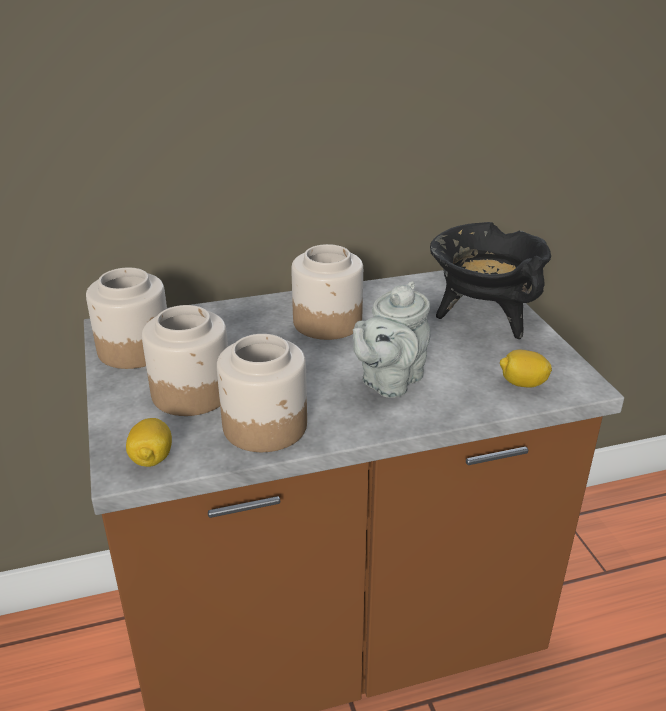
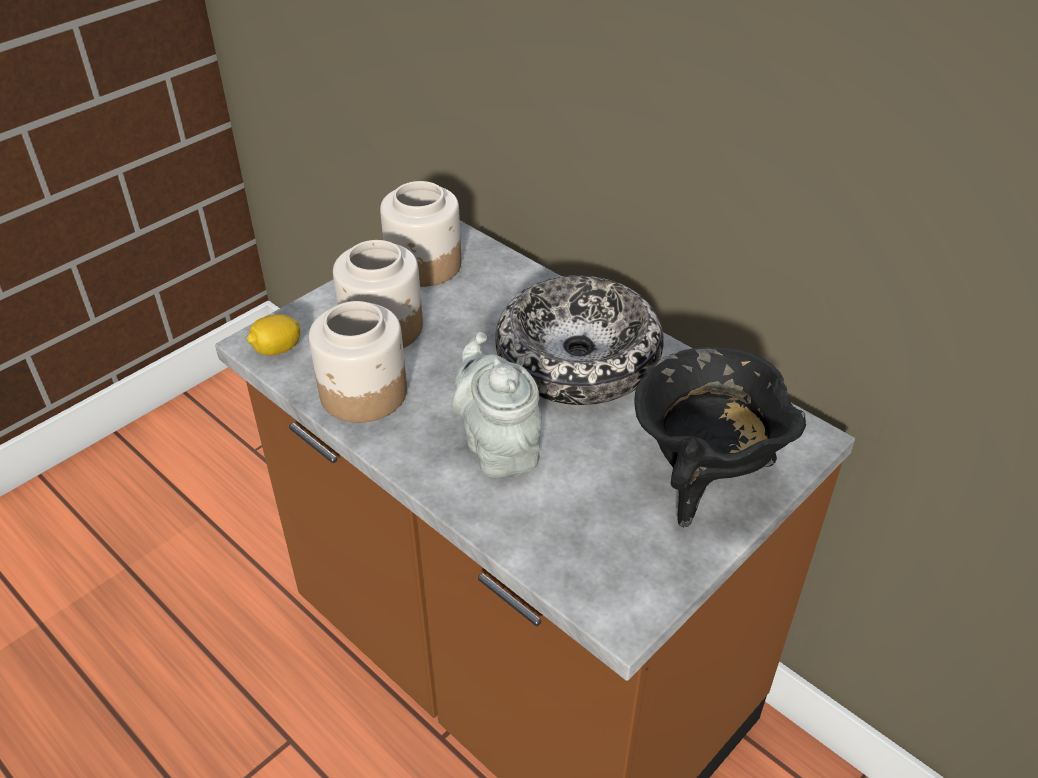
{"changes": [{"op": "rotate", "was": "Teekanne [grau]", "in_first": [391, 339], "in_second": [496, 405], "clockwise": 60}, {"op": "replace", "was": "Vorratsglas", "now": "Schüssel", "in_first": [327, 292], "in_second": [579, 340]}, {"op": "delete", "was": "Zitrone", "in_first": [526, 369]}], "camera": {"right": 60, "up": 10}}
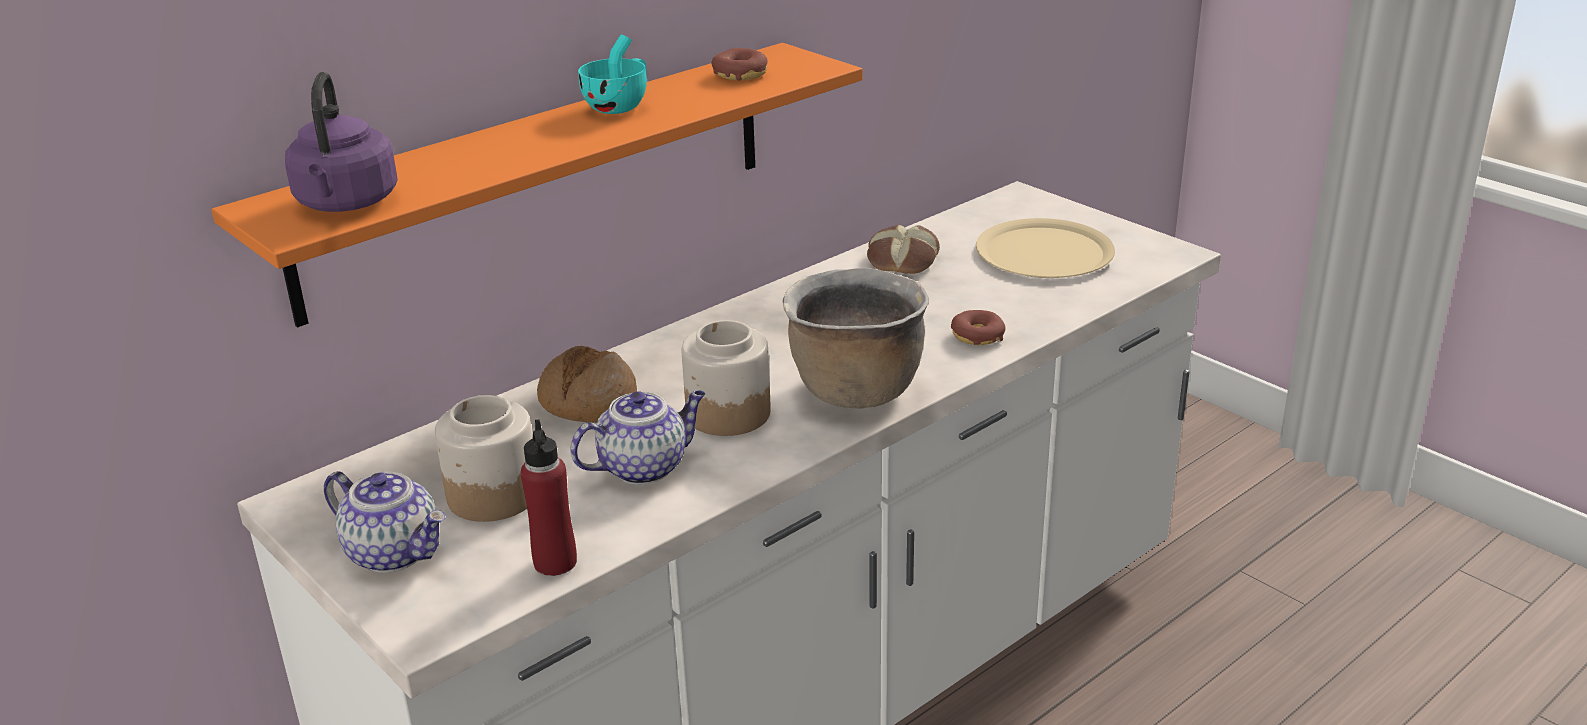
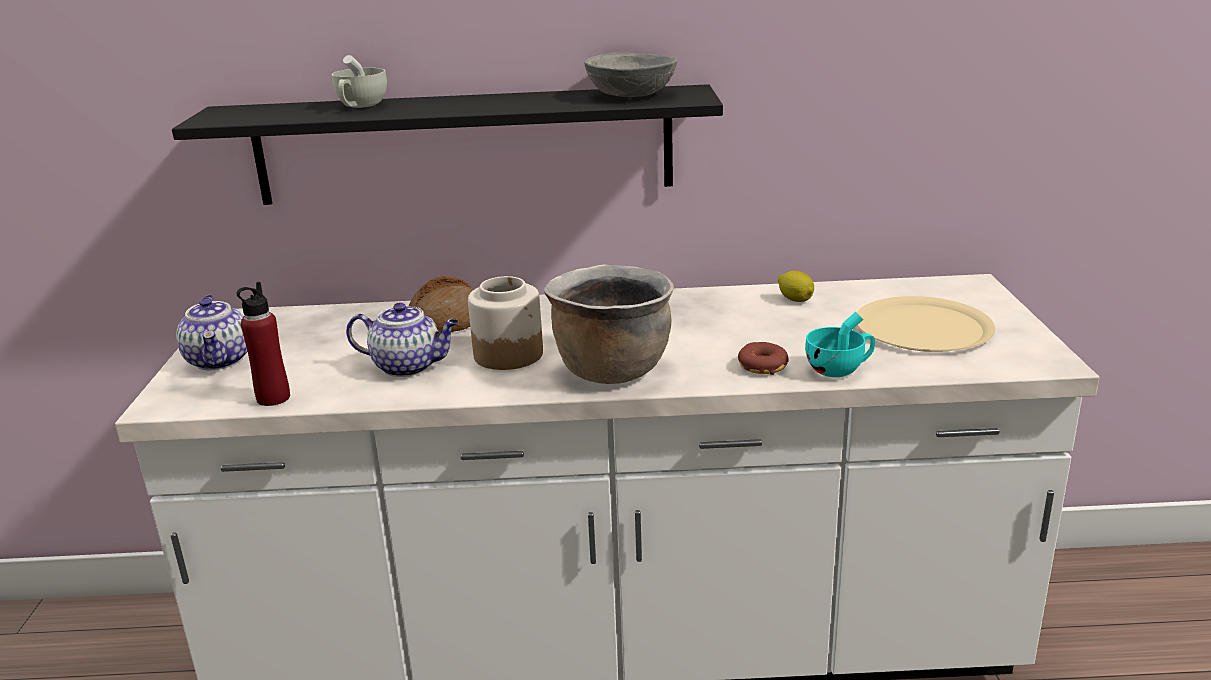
{"changes": [{"op": "recolor", "was": "Wandregal [orange]", "now": "Wandregal [schwarz]", "in_first": [537, 185], "in_second": [447, 144]}, {"op": "insert", "now": "Tasse [weiß]", "in_second": [359, 81]}, {"op": "replace", "was": "Donut", "now": "Schüssel [grau]", "in_first": [740, 64], "in_second": [631, 75]}, {"op": "replace", "was": "Brot", "now": "Zitrone", "in_first": [903, 249], "in_second": [796, 286]}, {"op": "move", "was": "Tasse [türkis]", "in_first": [612, 74], "in_second": [840, 344]}, {"op": "delete", "was": "Wasserkessel [lila]", "in_first": [341, 142]}, {"op": "delete", "was": "Vorratsglas", "in_first": [484, 458]}], "camera": {"right": 40, "up": -5}}
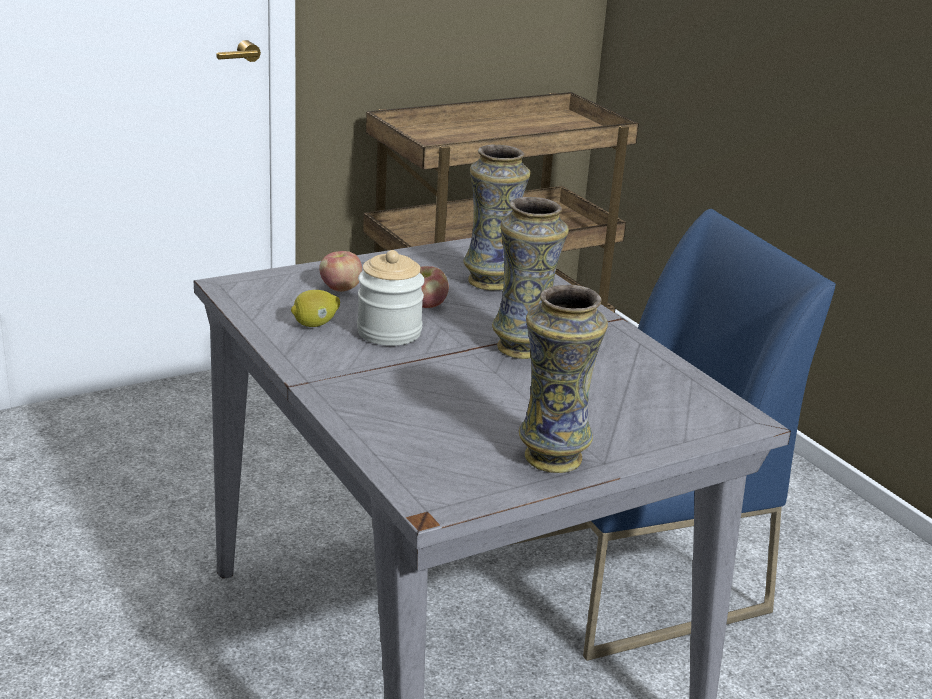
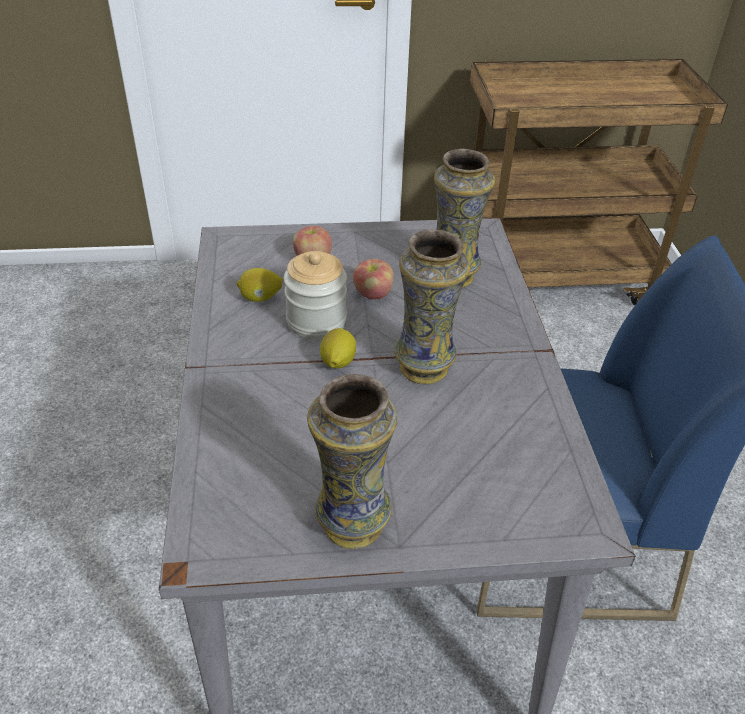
{"changes": [{"op": "insert", "now": "Zitrone", "in_second": [338, 348]}], "camera": {"right": 25, "up": 15}}
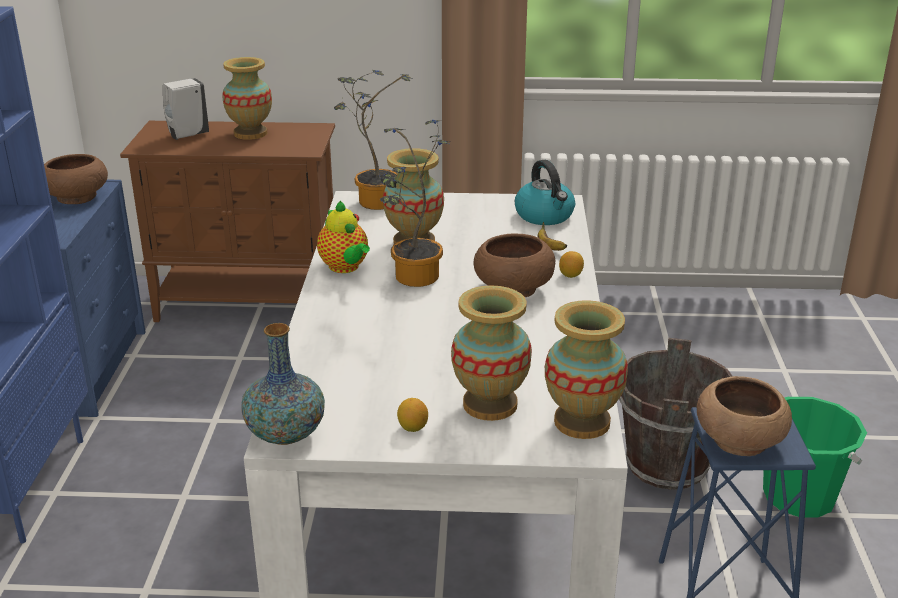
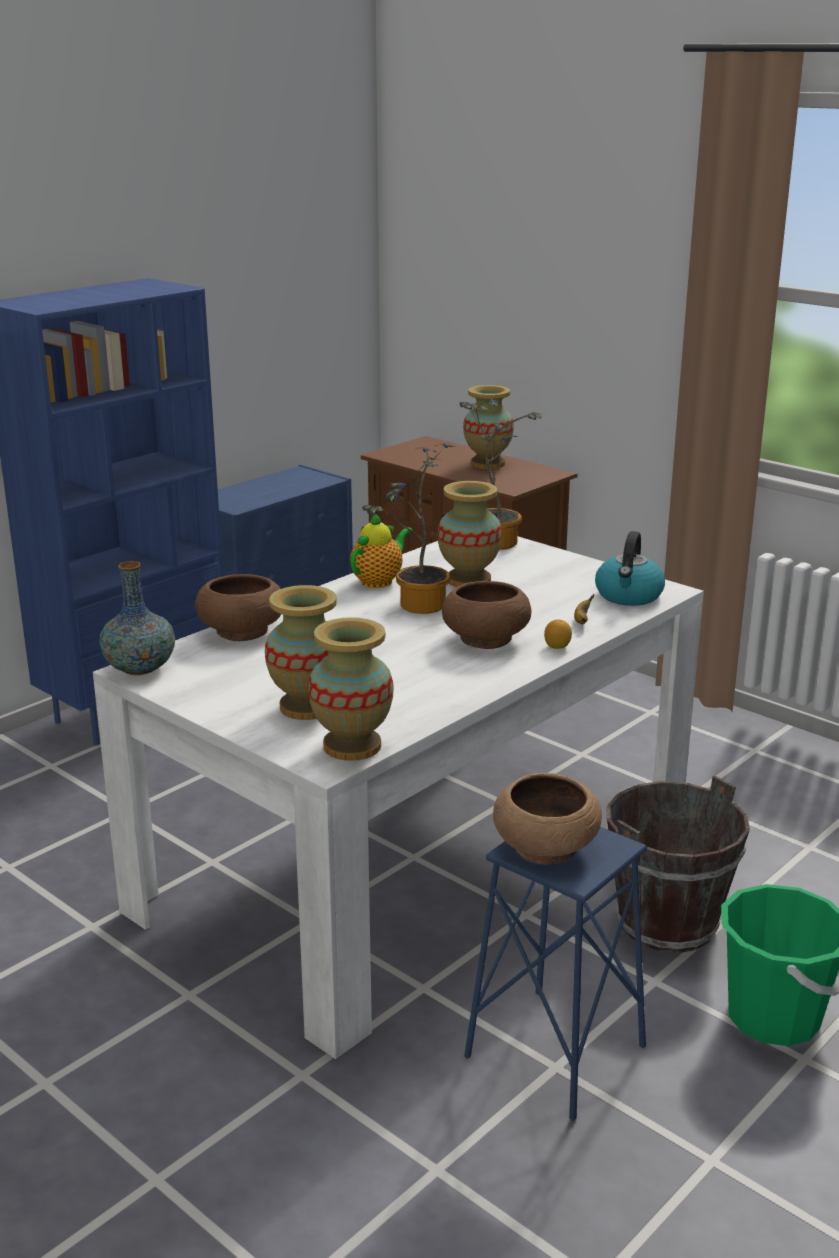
{"changes": [{"op": "move", "was": "Schüssel [braun]", "in_first": [76, 179], "in_second": [238, 607]}, {"op": "rotate", "was": "Teekanne", "in_first": [343, 237], "in_second": [381, 551], "clockwise": -150}, {"op": "delete", "was": "Seifenspender [weiß]", "in_first": [186, 109]}, {"op": "delete", "was": "Zitrone", "in_first": [412, 415]}], "camera": {"right": 40, "up": -5}}
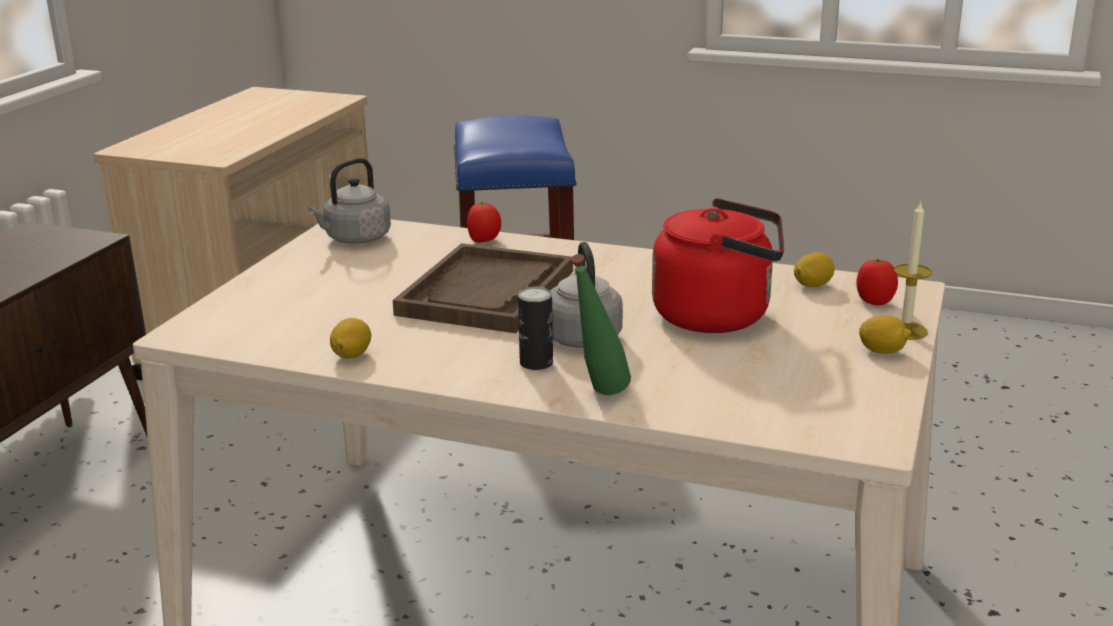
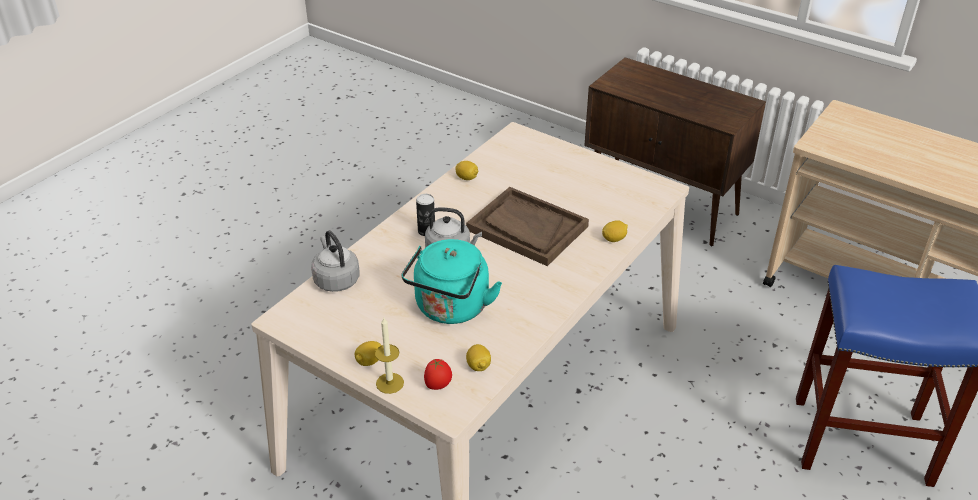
{"changes": [{"op": "move", "was": "Wasserkessel [grau]", "in_first": [349, 201], "in_second": [335, 261]}, {"op": "recolor", "was": "Wasserkessel [rot]", "now": "Wasserkessel [türkis]", "in_first": [718, 265], "in_second": [452, 281]}, {"op": "replace", "was": "Tomate", "now": "Zitrone", "in_first": [484, 222], "in_second": [615, 231]}, {"op": "delete", "was": "Flasche [grün]", "in_first": [601, 324]}], "camera": {"right": 105, "up": 15}}
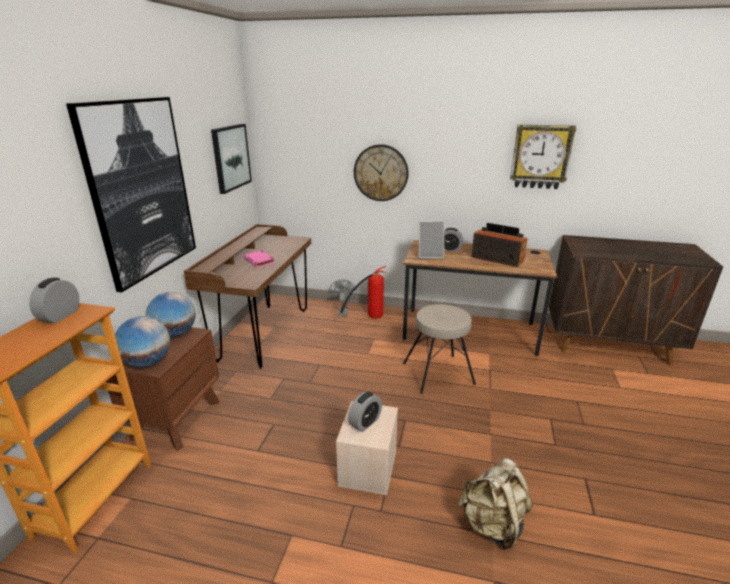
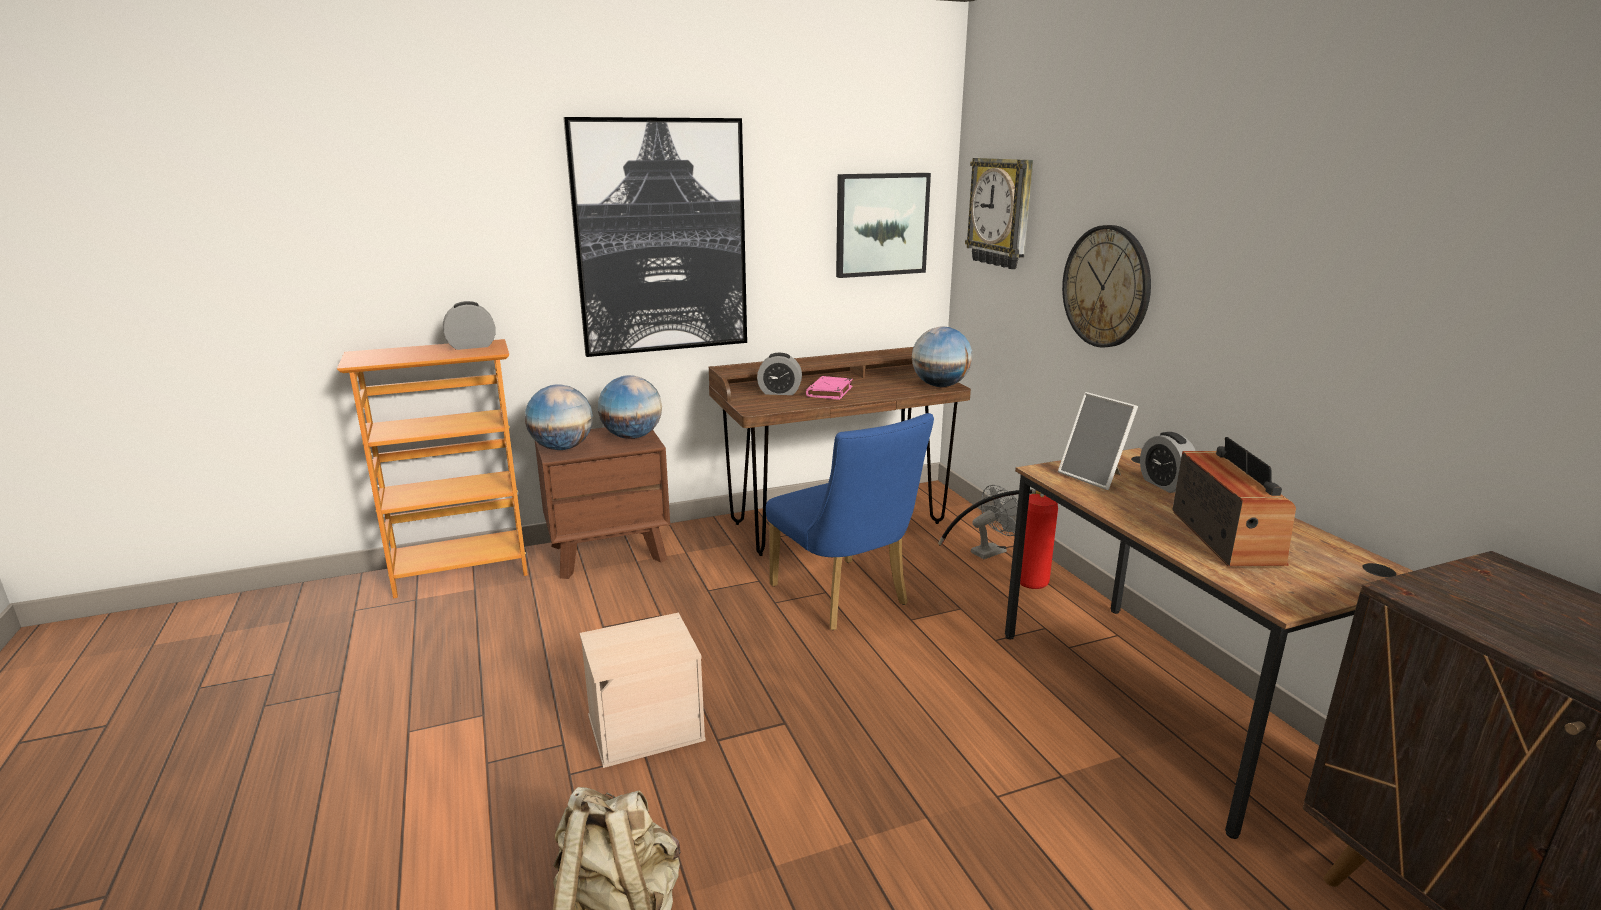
{"changes": [{"op": "move", "was": "Wecker", "in_first": [365, 412], "in_second": [779, 374]}, {"op": "insert", "now": "Stuhl [blau]", "in_second": [850, 521]}, {"op": "insert", "now": "Globus", "in_second": [942, 357]}, {"op": "move", "was": "Wanduhr", "in_first": [543, 156], "in_second": [999, 213]}, {"op": "delete", "was": "Hocker [beige]", "in_first": [439, 349]}], "camera": {"right": 55, "up": -5}}
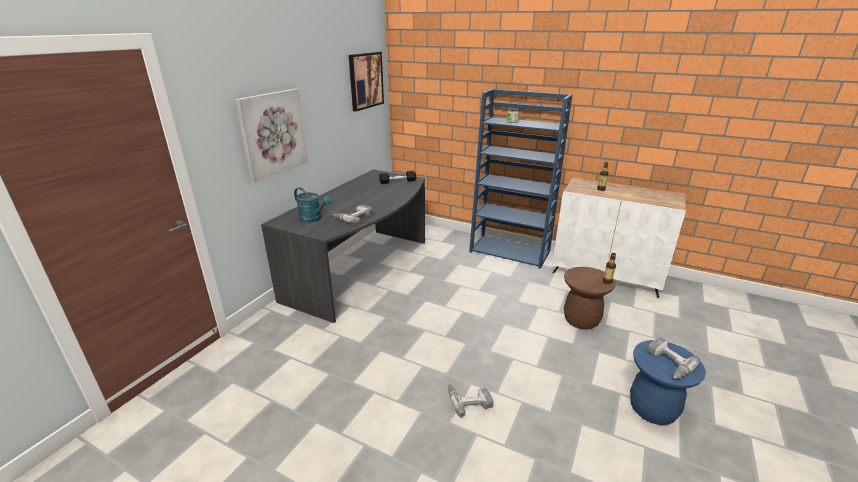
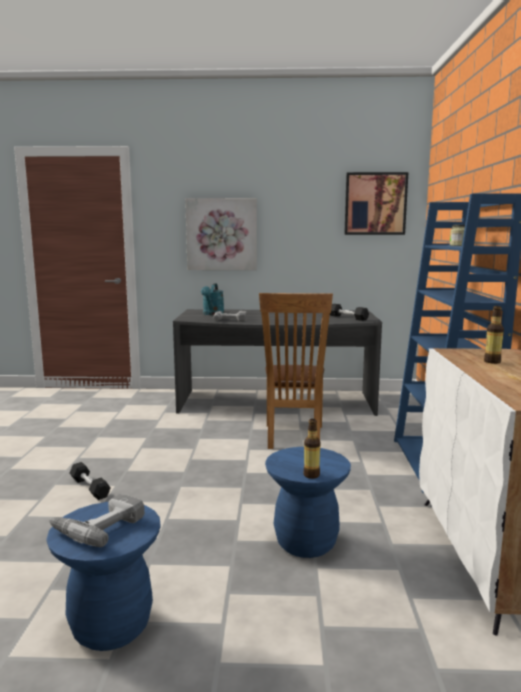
{"changes": [{"op": "replace", "was": "Bohrmaschine", "now": "Hantel [schwarz]", "in_first": [471, 400], "in_second": [90, 481]}, {"op": "insert", "now": "Stuhl [braun]", "in_second": [296, 371]}, {"op": "recolor", "was": "Hocker [braun]", "now": "Hocker [blau]", "in_first": [590, 298], "in_second": [308, 502]}], "camera": {"right": 65, "up": -15}}
